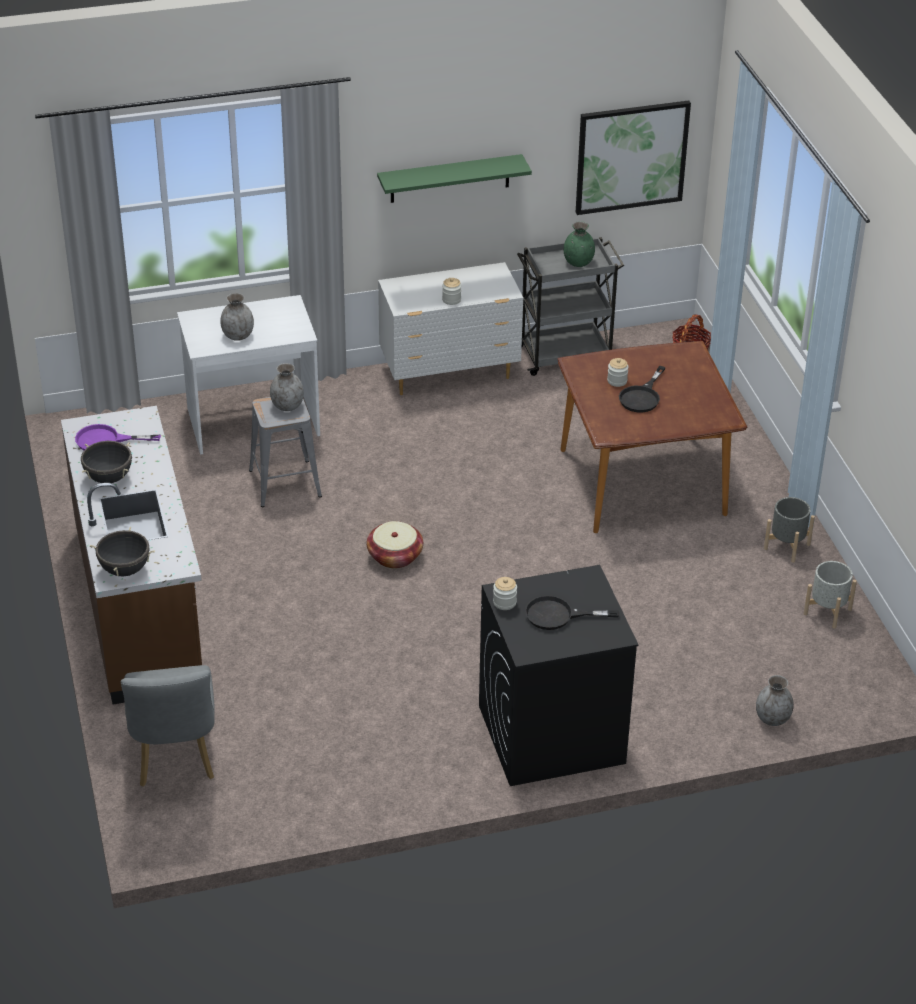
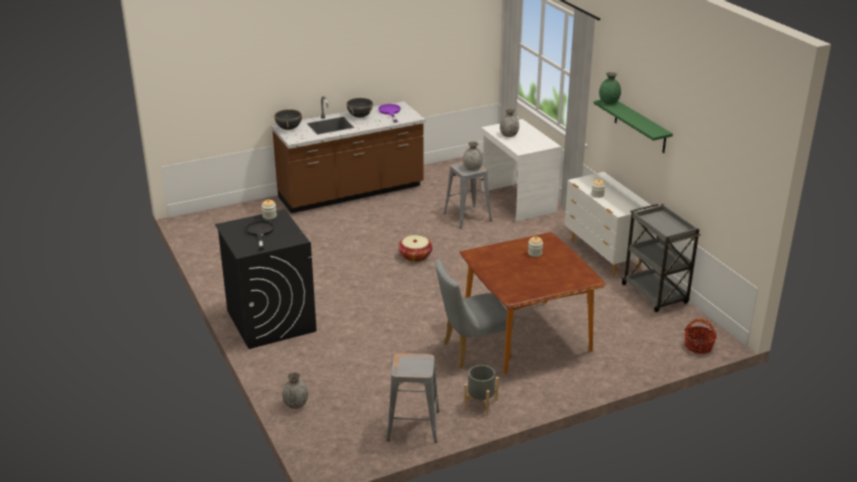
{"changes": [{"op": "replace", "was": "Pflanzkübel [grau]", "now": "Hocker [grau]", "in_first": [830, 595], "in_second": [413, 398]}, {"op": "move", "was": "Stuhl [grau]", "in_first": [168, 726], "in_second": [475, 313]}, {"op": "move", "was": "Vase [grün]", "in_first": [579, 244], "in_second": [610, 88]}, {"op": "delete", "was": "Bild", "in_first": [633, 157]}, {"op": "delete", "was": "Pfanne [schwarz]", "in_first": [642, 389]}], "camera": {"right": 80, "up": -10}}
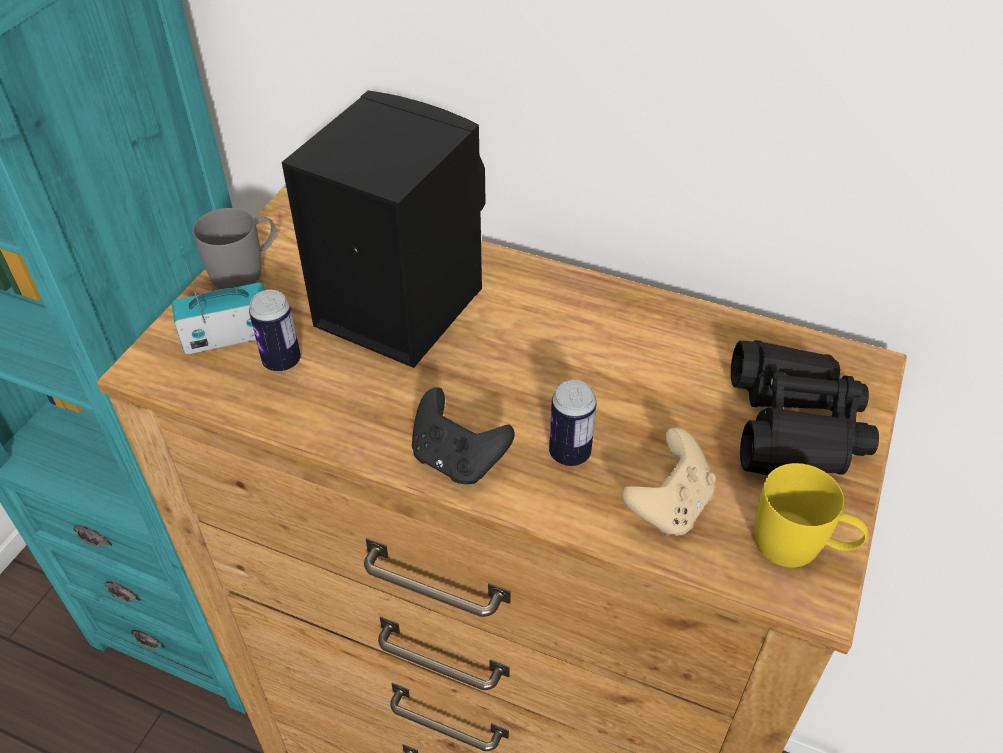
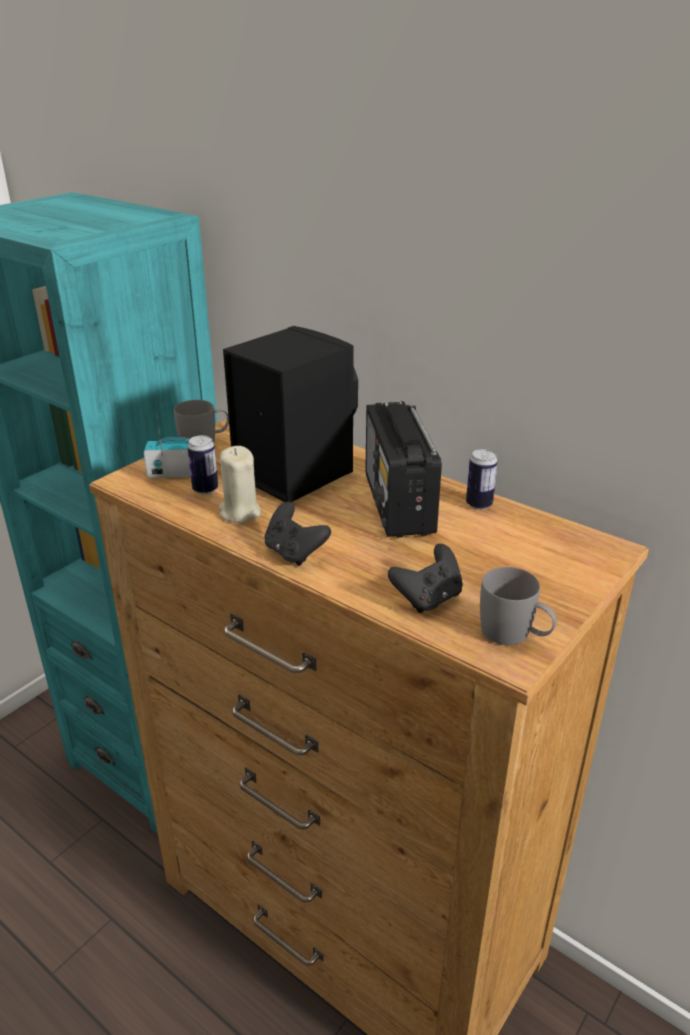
{"changes": [{"op": "insert", "now": "Kerze [beige]", "in_second": [240, 484]}, {"op": "insert", "now": "Radio", "in_second": [404, 469]}, {"op": "recolor", "was": "Gamepad [beige]", "now": "Gamepad [schwarz]", "in_first": [668, 481], "in_second": [425, 578]}, {"op": "move", "was": "Dose", "in_first": [573, 423], "in_second": [482, 479]}, {"op": "recolor", "was": "Henkelbecher [gelb]", "now": "Henkelbecher [grau]", "in_first": [811, 515], "in_second": [518, 606]}, {"op": "delete", "was": "Fernglas [schwarz]", "in_first": [805, 407]}], "camera": {"right": 15, "up": -15}}
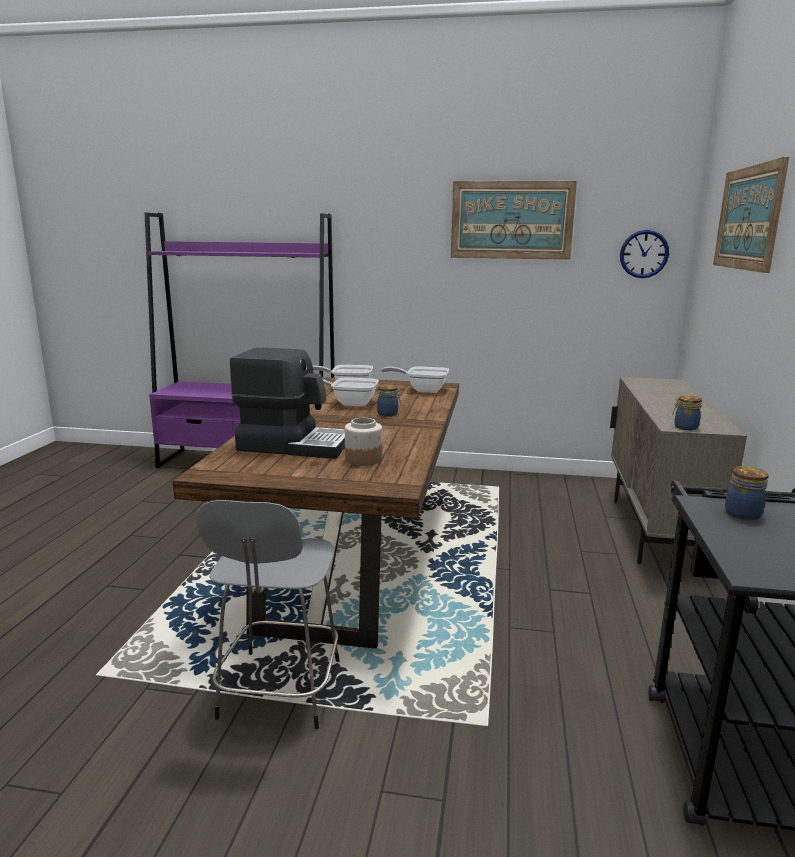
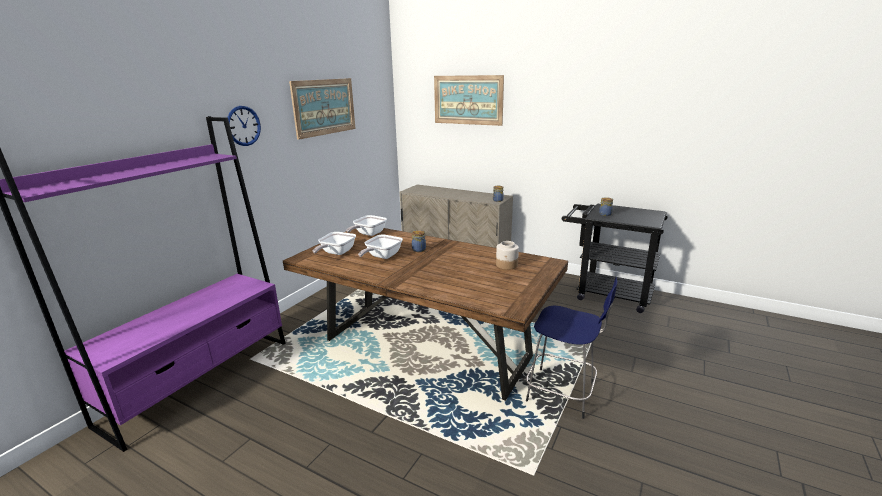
{"changes": [{"op": "move", "was": "Wanduhr", "in_first": [644, 254], "in_second": [244, 126]}, {"op": "recolor", "was": "Hocker [grau]", "now": "Hocker [blau]", "in_first": [267, 614], "in_second": [571, 348]}, {"op": "delete", "was": "Kaffeemaschine", "in_first": [287, 403]}], "camera": {"right": -70, "up": 5}}
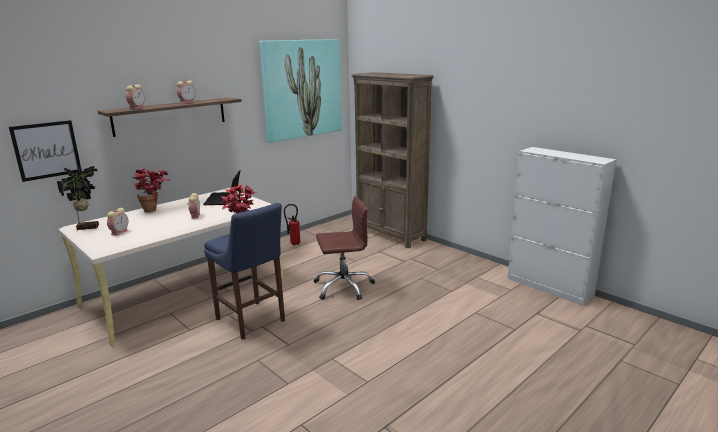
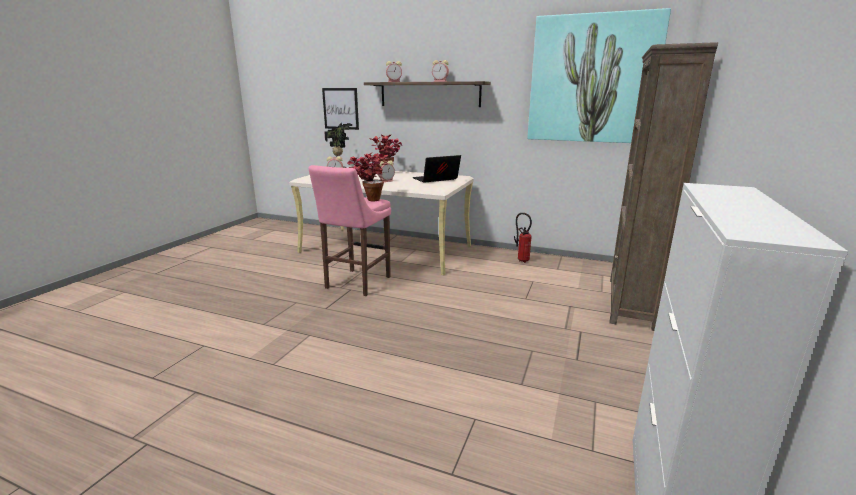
{"changes": [{"op": "recolor", "was": "Hocker [blau]", "now": "Hocker [rosa]", "in_first": [244, 271], "in_second": [349, 230]}, {"op": "delete", "was": "Bürostuhl [braun]", "in_first": [344, 248]}], "camera": {"right": 65, "up": 0}}
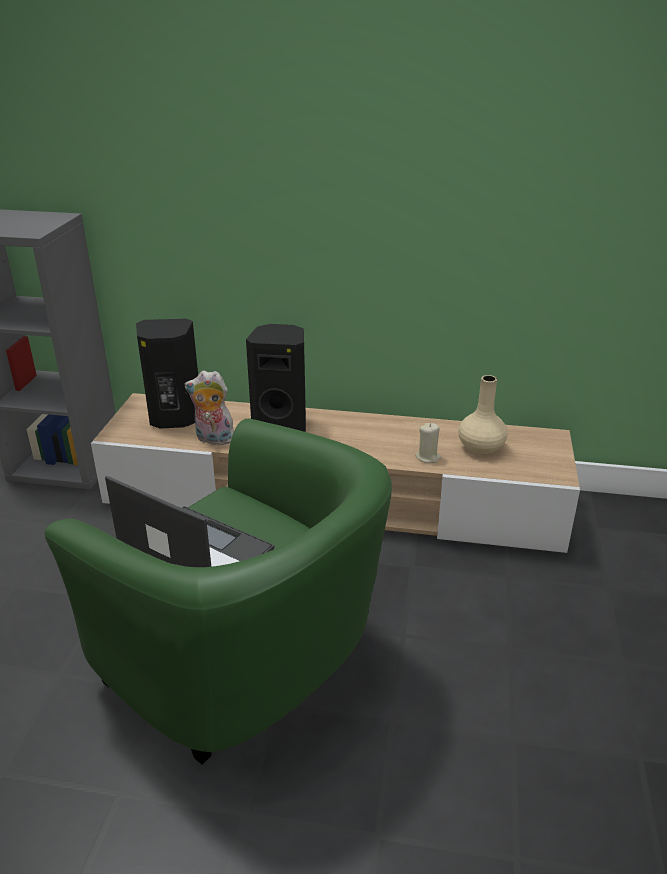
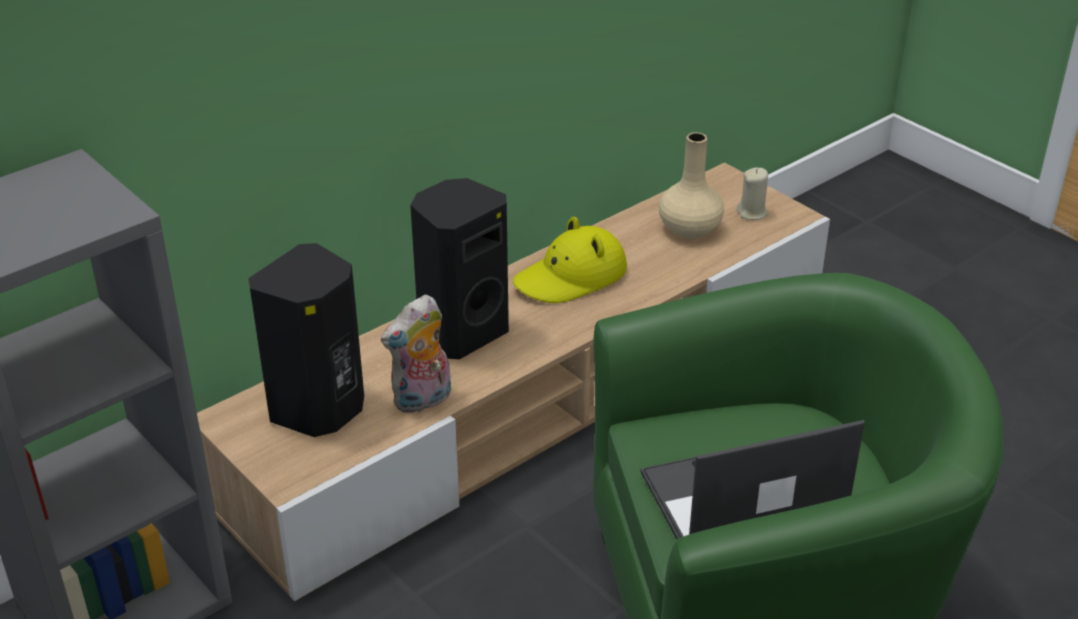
{"changes": [{"op": "insert", "now": "Hut [gelb]", "in_second": [570, 260]}, {"op": "move", "was": "Kerze [beige]", "in_first": [428, 443], "in_second": [753, 194]}], "camera": {"right": -50, "up": 5}}
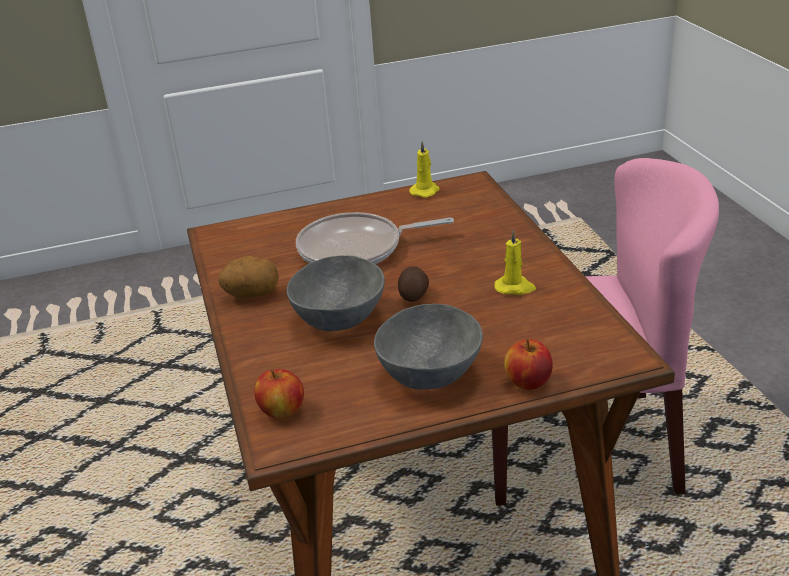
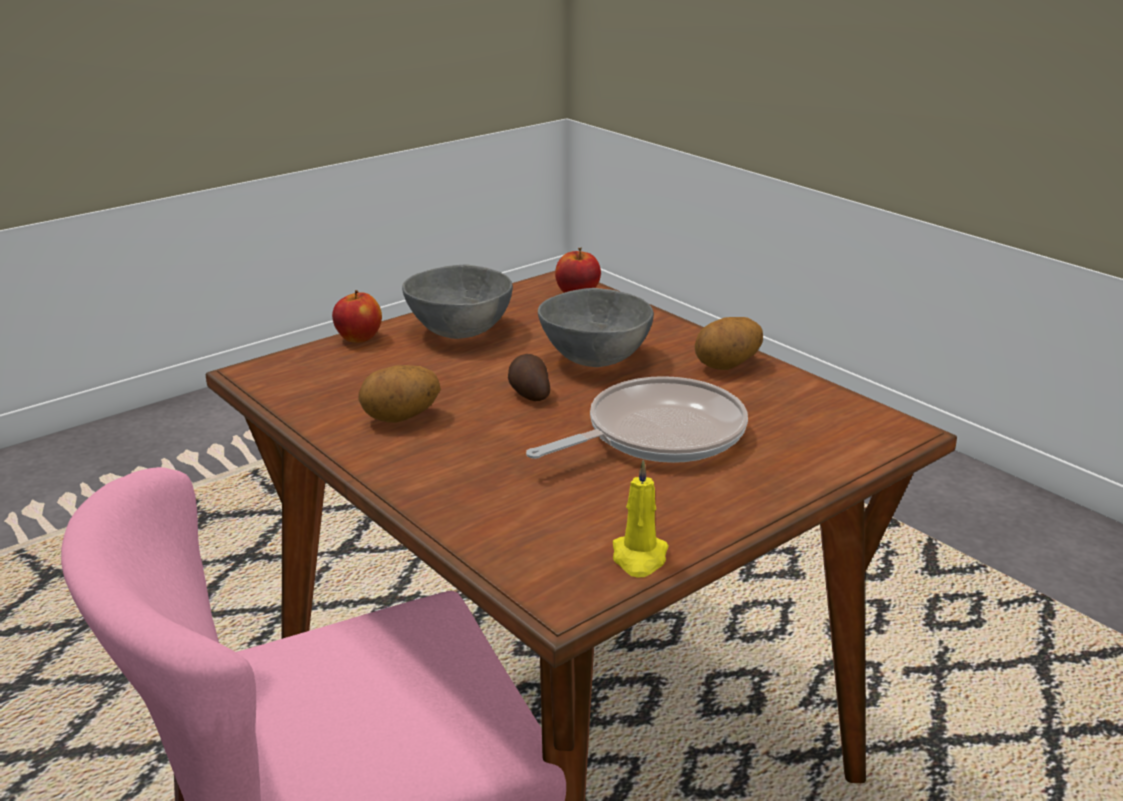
{"changes": [{"op": "replace", "was": "Kerze [gelb]", "now": "Kartoffel", "in_first": [515, 262], "in_second": [399, 394]}], "camera": {"right": 155, "up": -5}}
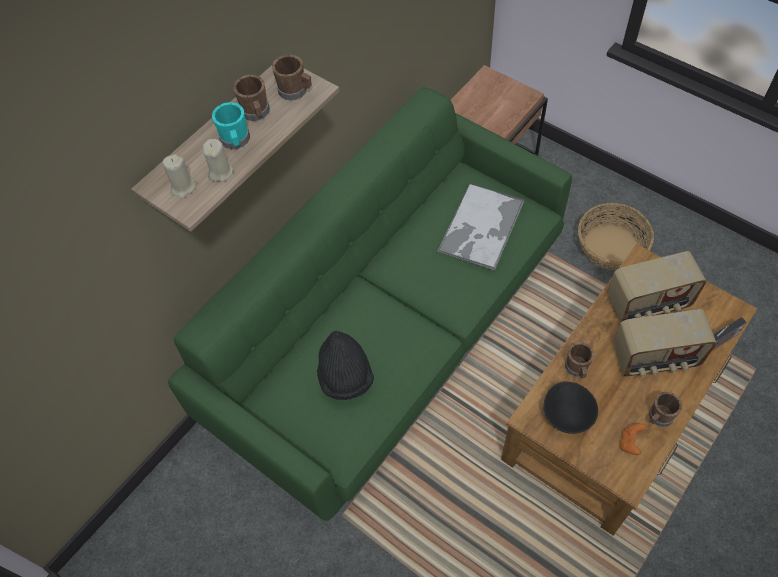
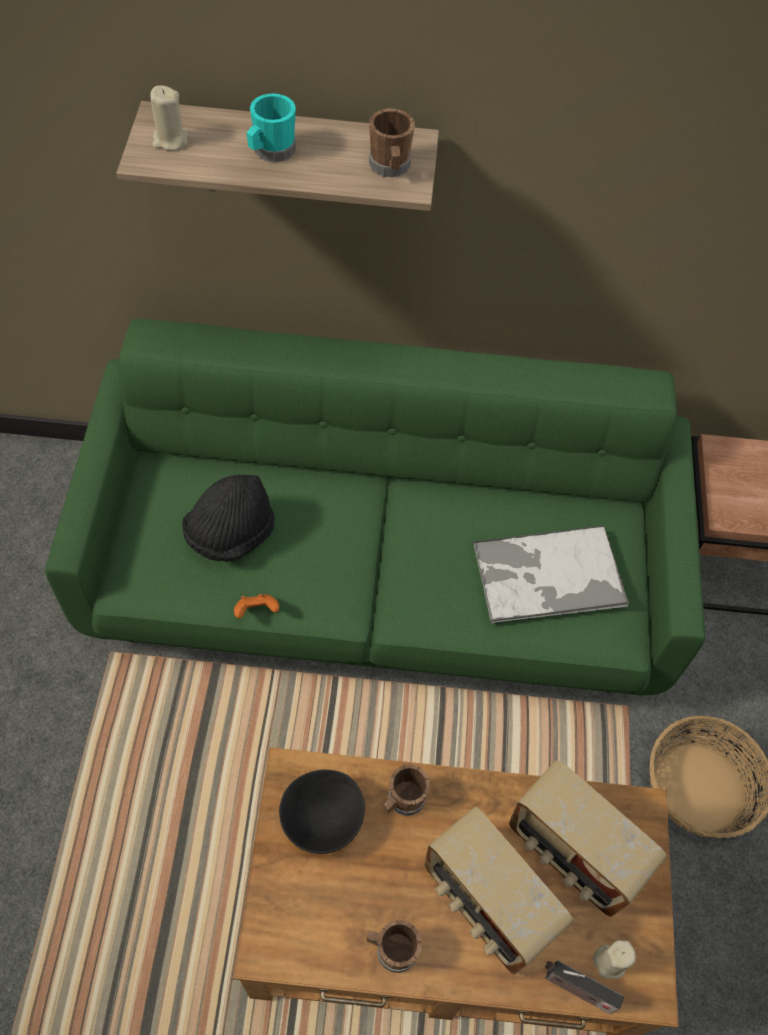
{"changes": [{"op": "move", "was": "Gamepad [orange]", "in_first": [633, 439], "in_second": [257, 606]}, {"op": "move", "was": "Kerze [beige]", "in_first": [218, 160], "in_second": [614, 959]}, {"op": "delete", "was": "Henkelbecher [braun]", "in_first": [251, 98]}], "camera": {"right": 50, "up": 0}}
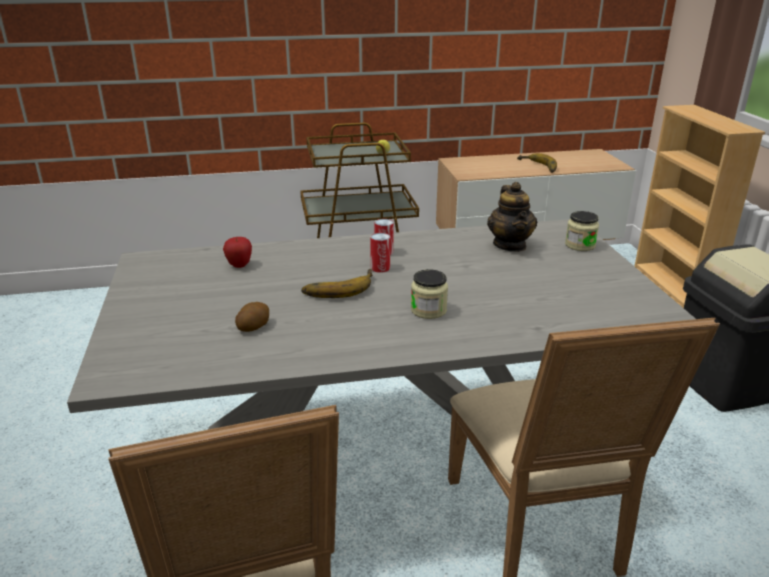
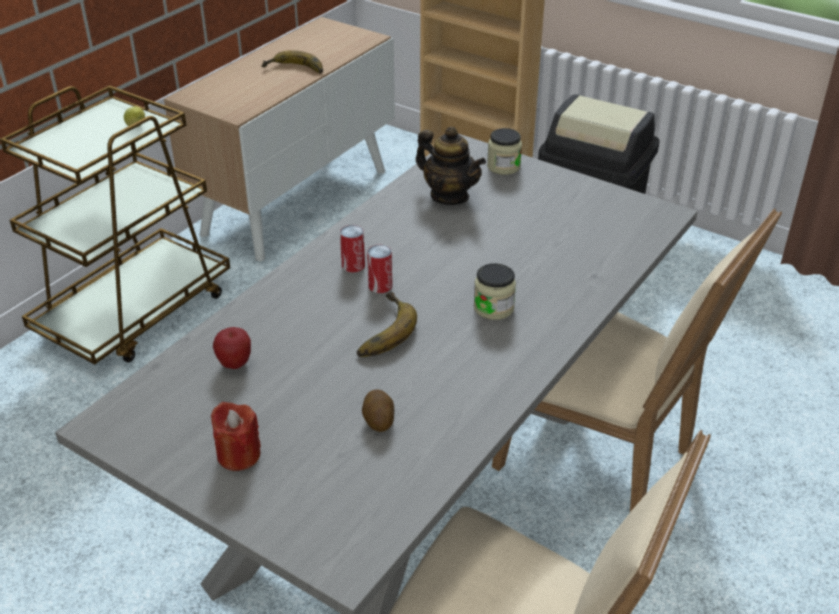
{"changes": [{"op": "insert", "now": "Kerze [rot]", "in_second": [236, 436]}], "camera": {"right": -45, "up": 10}}
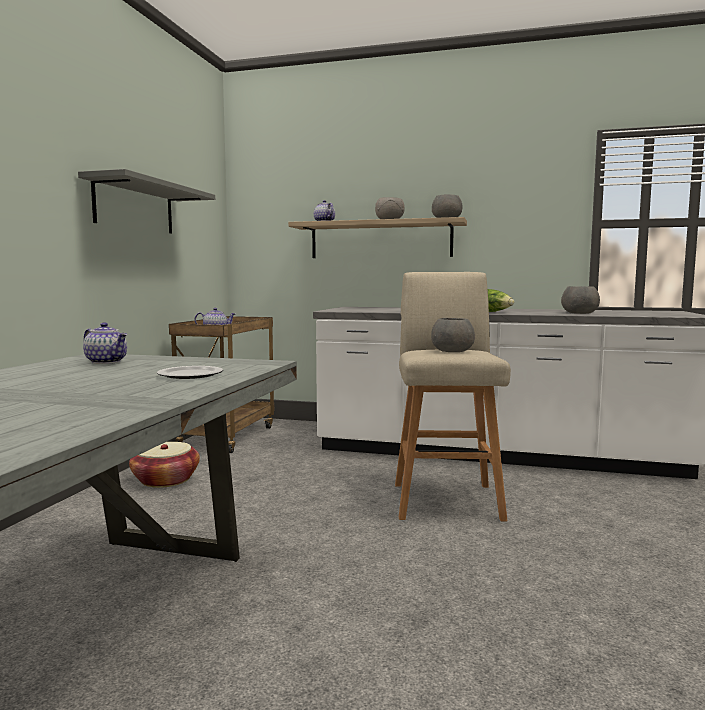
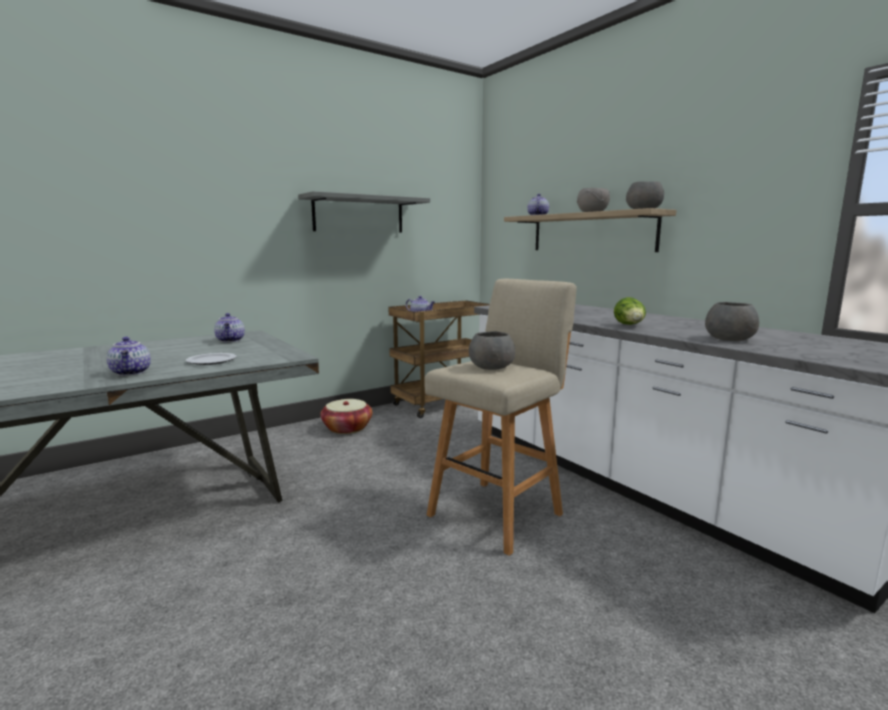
{"changes": [{"op": "insert", "now": "Teekanne", "in_second": [129, 356]}], "camera": {"right": 40, "up": 5}}
